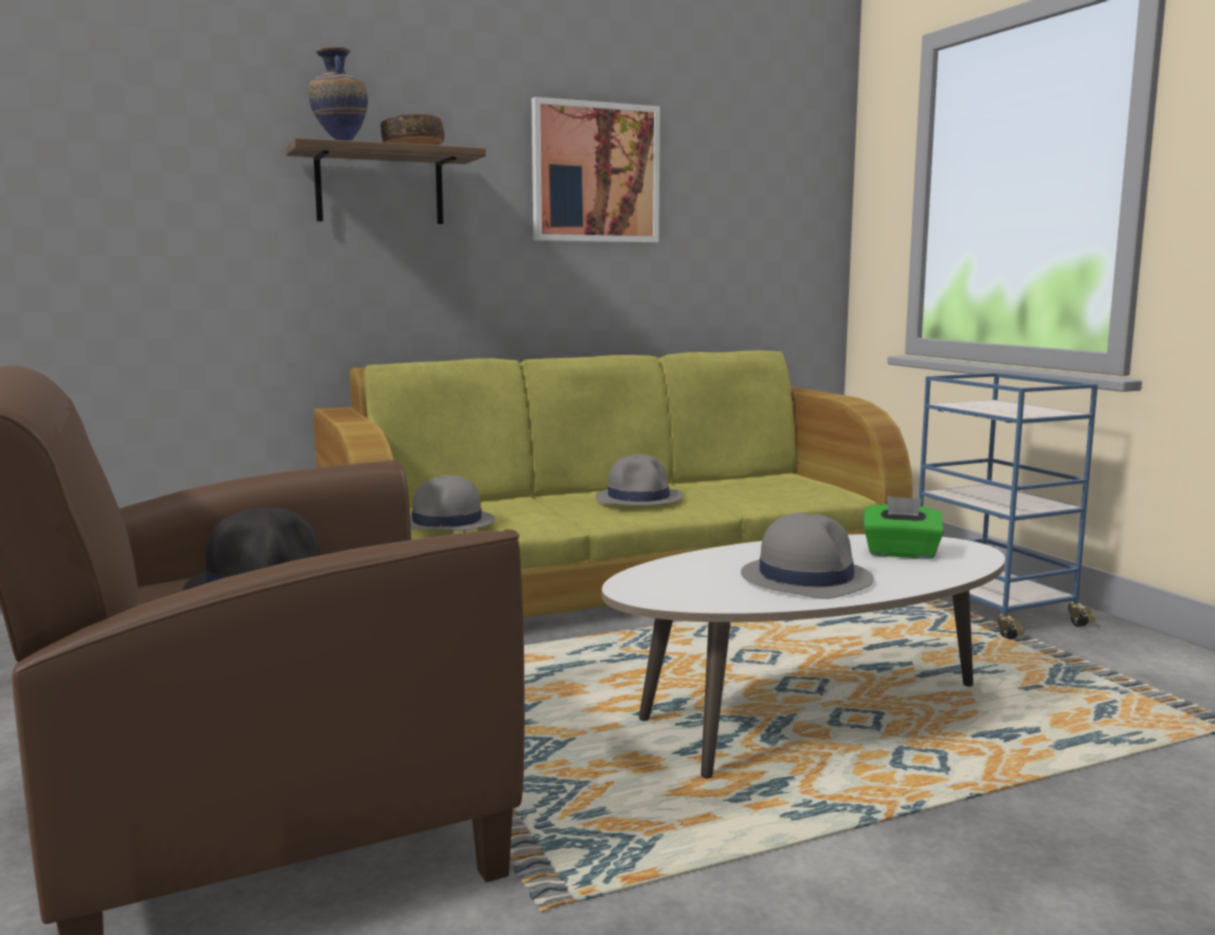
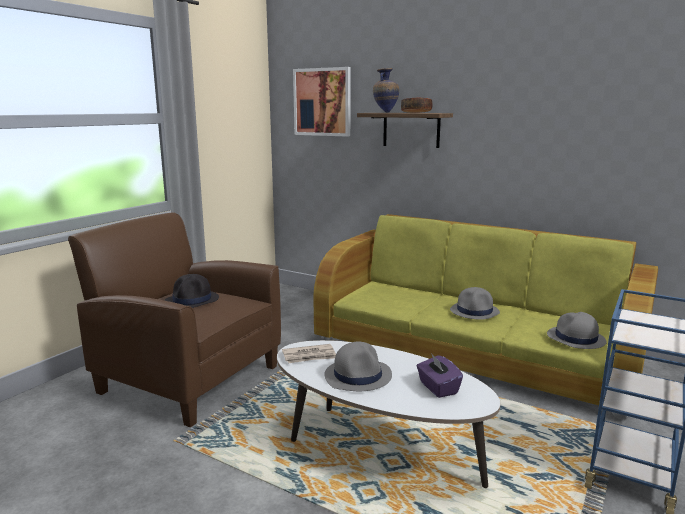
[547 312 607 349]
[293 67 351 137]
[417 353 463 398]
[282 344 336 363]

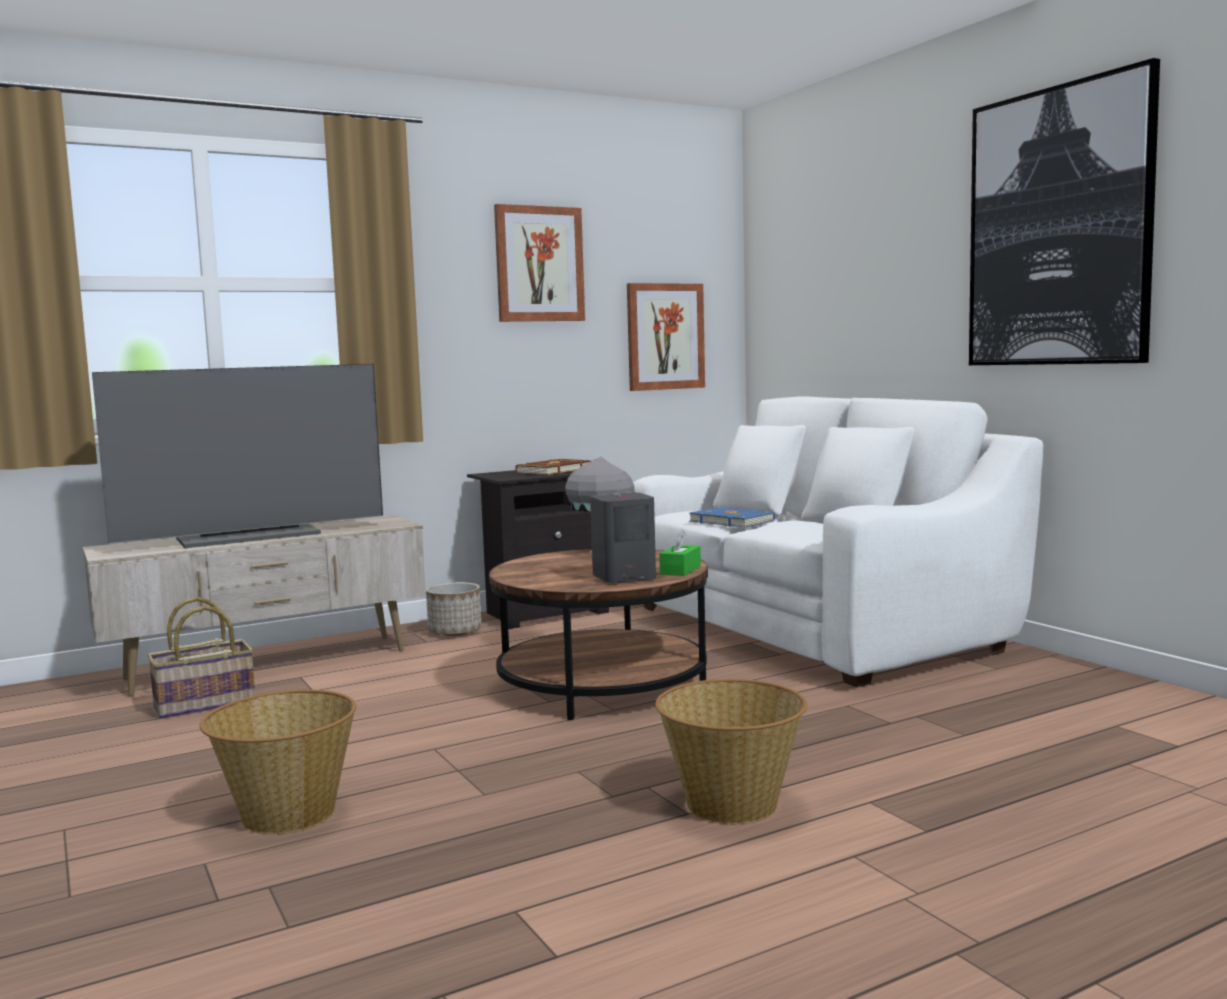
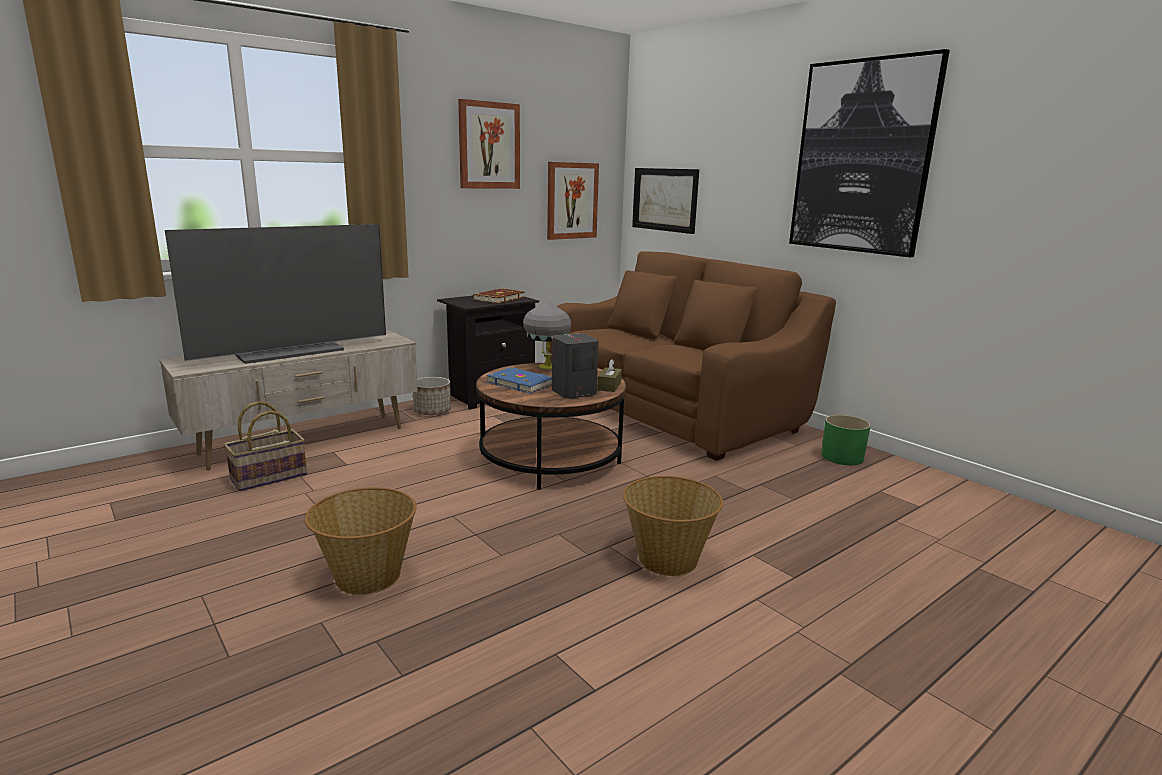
[549 251 836 461]
[597 359 622 392]
[486 367 552 394]
[632 168 699 234]
[821 415 871 465]

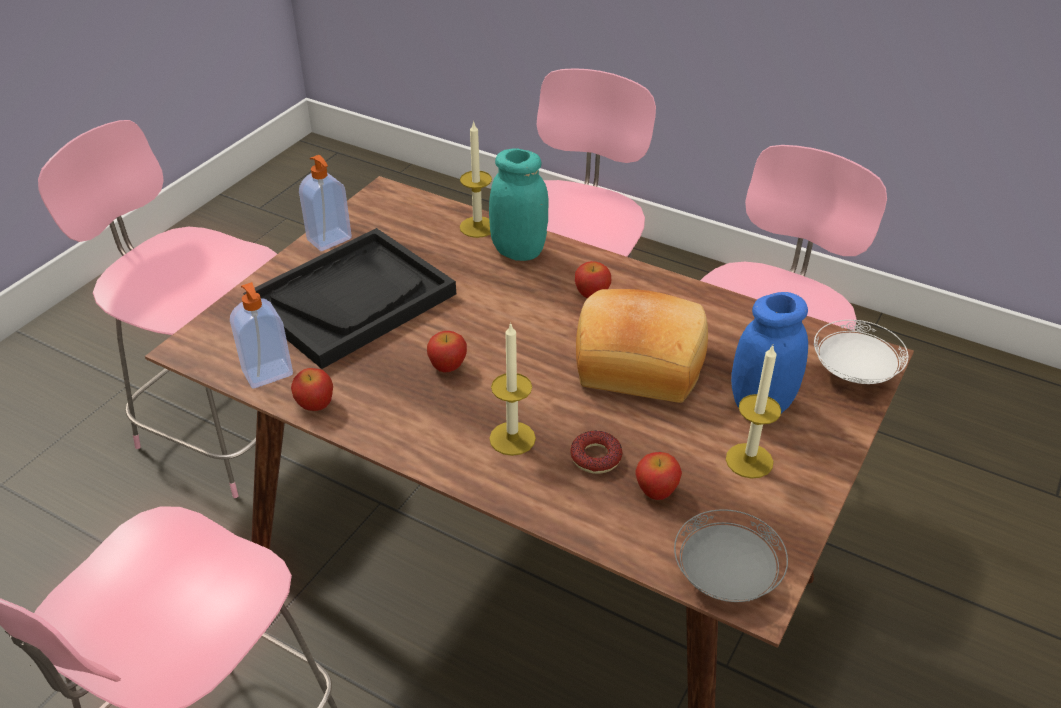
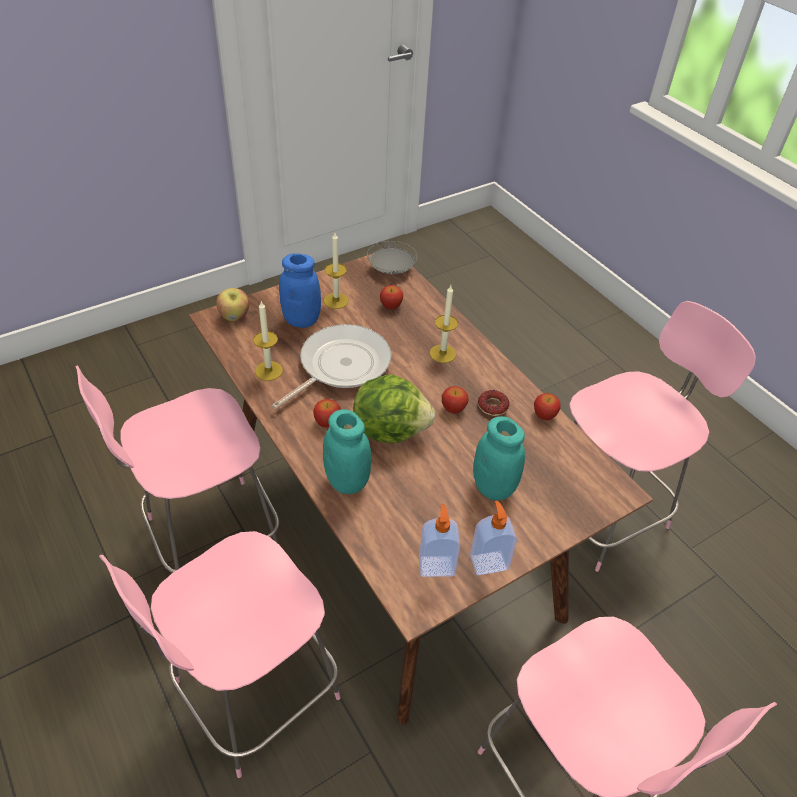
[419 504 460 577]
[473 416 525 500]
[253 301 283 381]
[478 390 509 416]
[272 324 391 409]
[216 288 249 321]
[353 374 435 443]

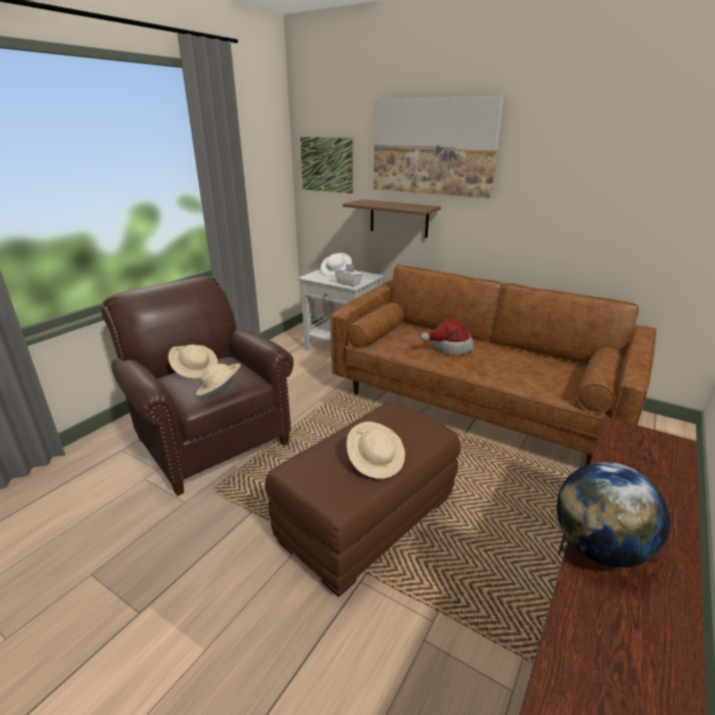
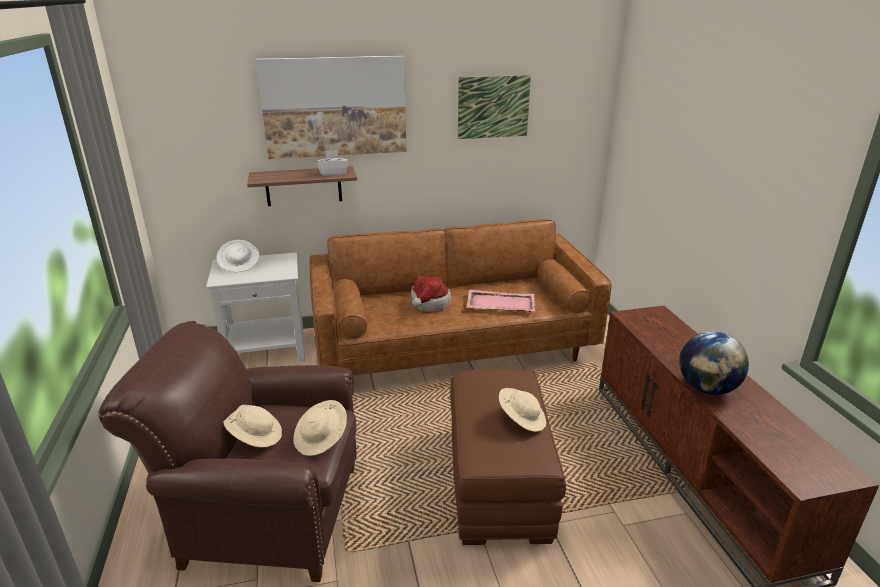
[458 75 531 139]
[317 150 348 176]
[466 290 535 312]

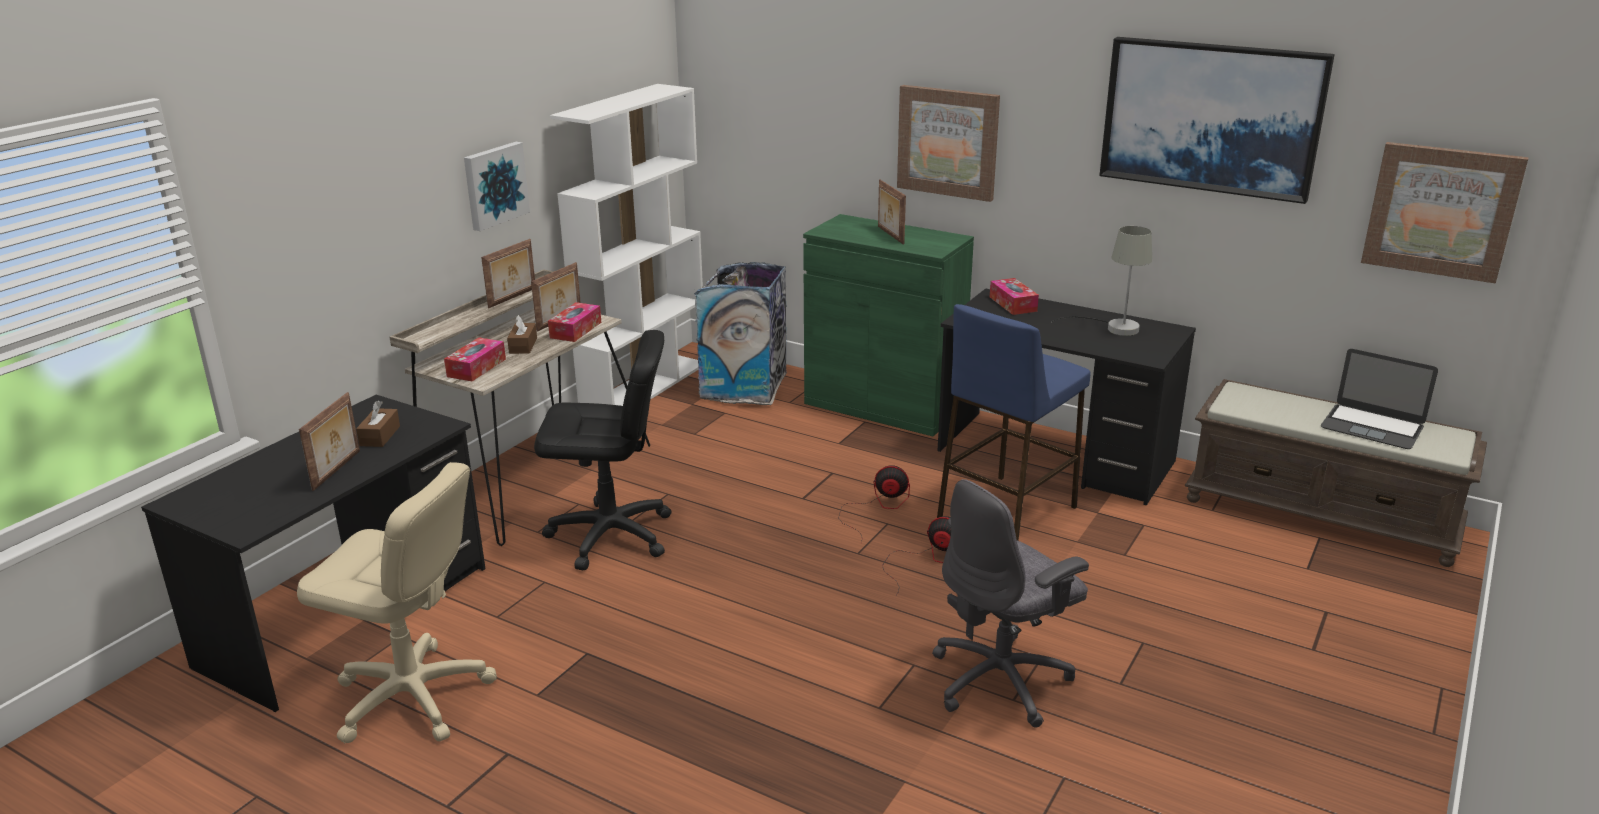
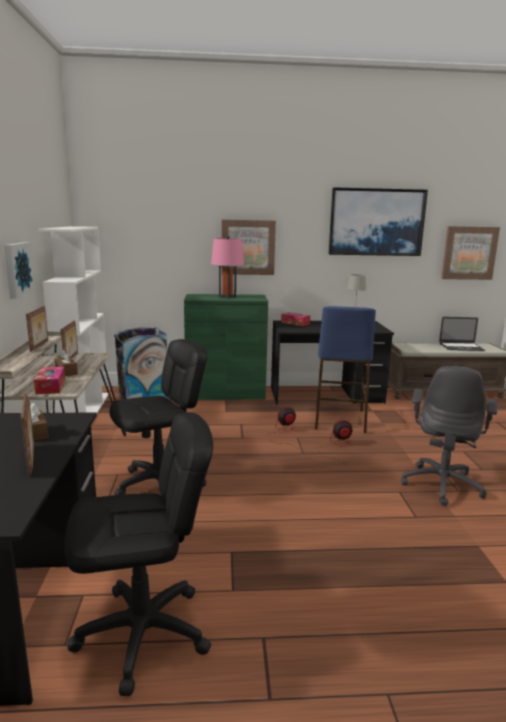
[65 412 213 696]
[548 302 601 342] (first image)
[211 235 244 299]

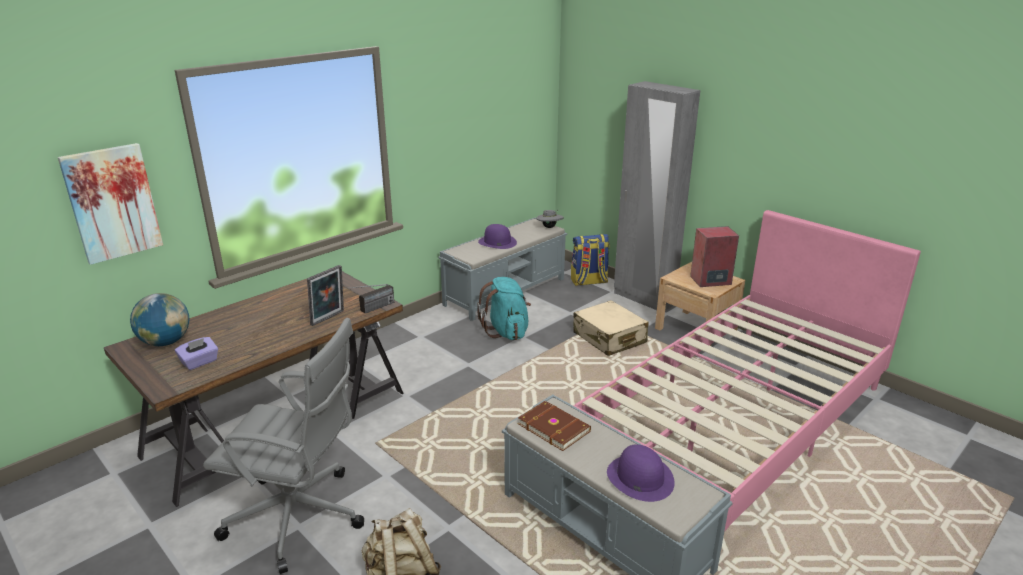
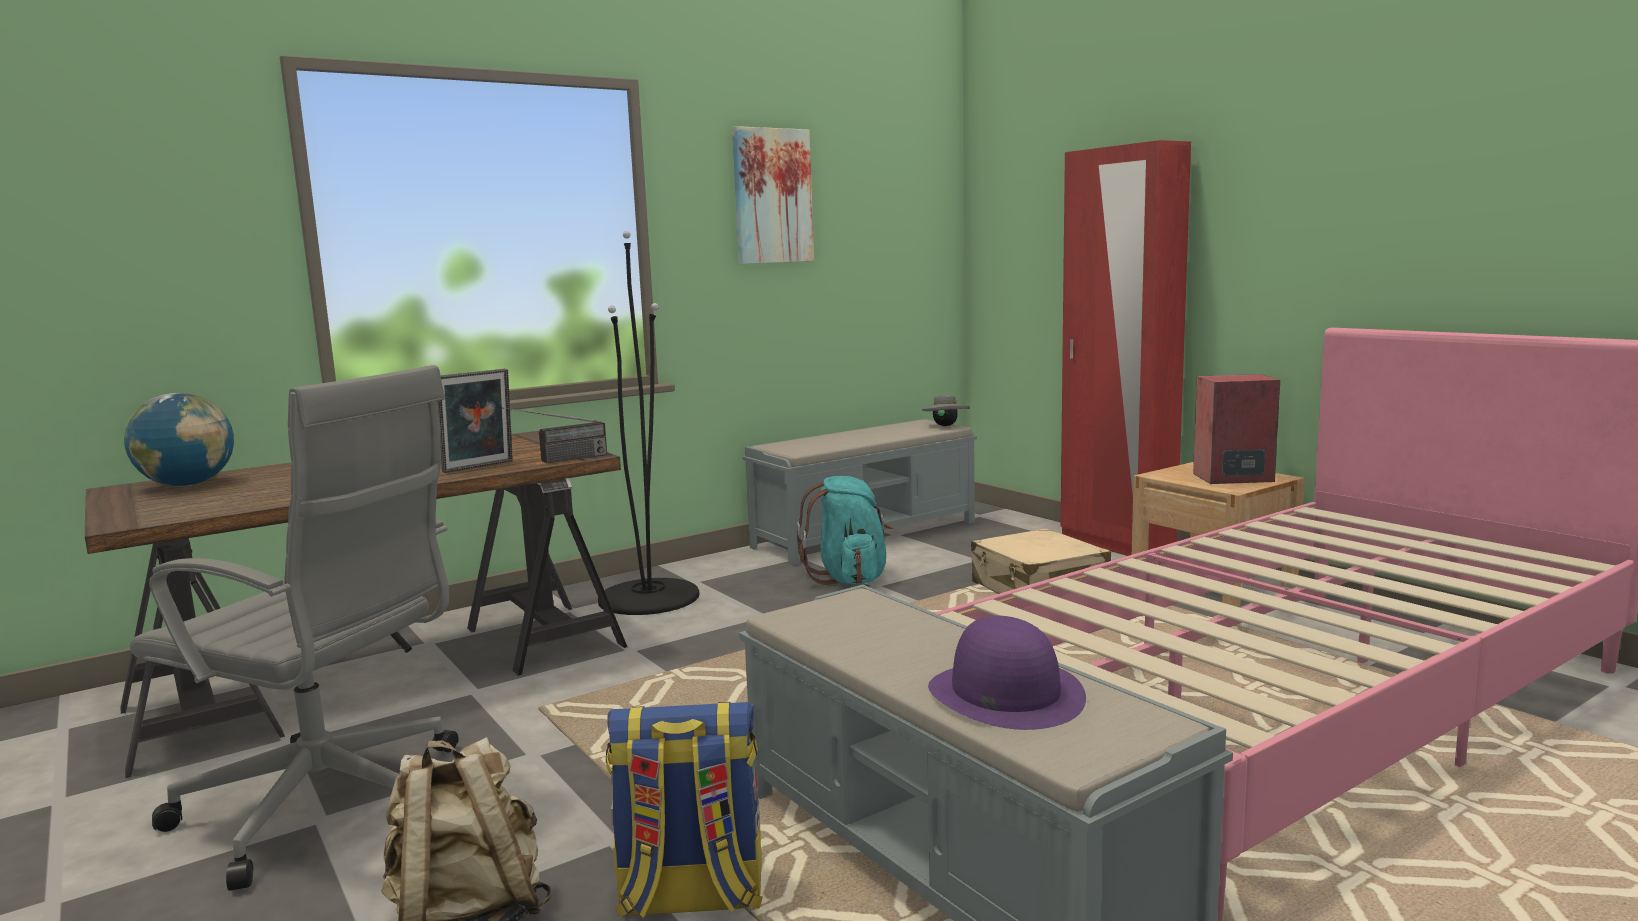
[732 126 814 264]
[175 337 218 370] (first image)
[478 224 517 249] (first image)
[518 401 591 451] (first image)
[606 702 763 918]
[1061 140 1191 556]
[598 231 699 615]

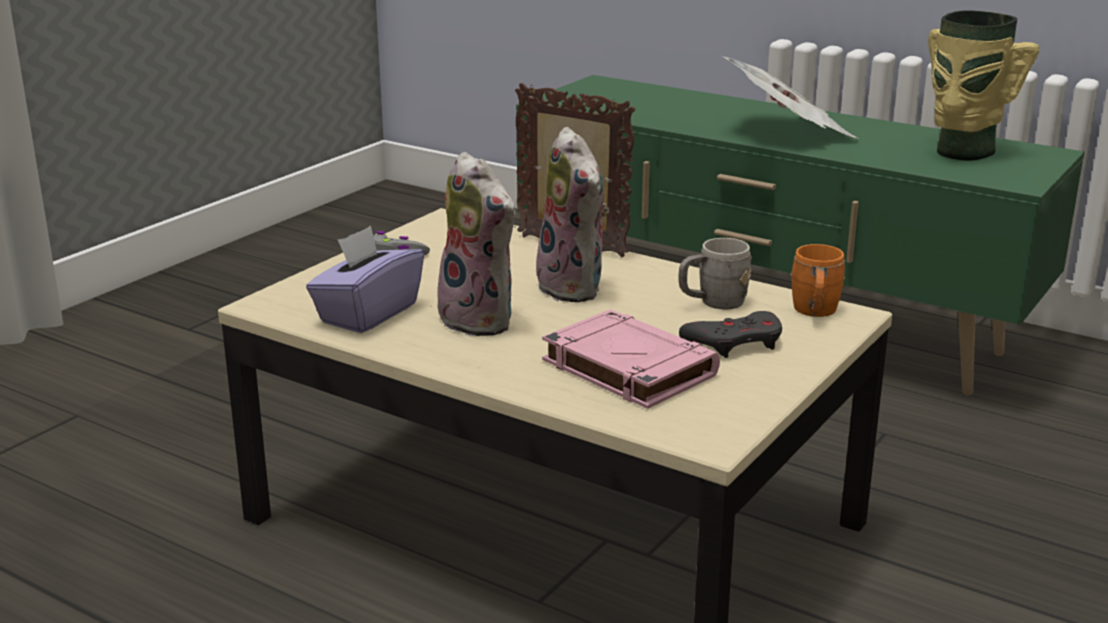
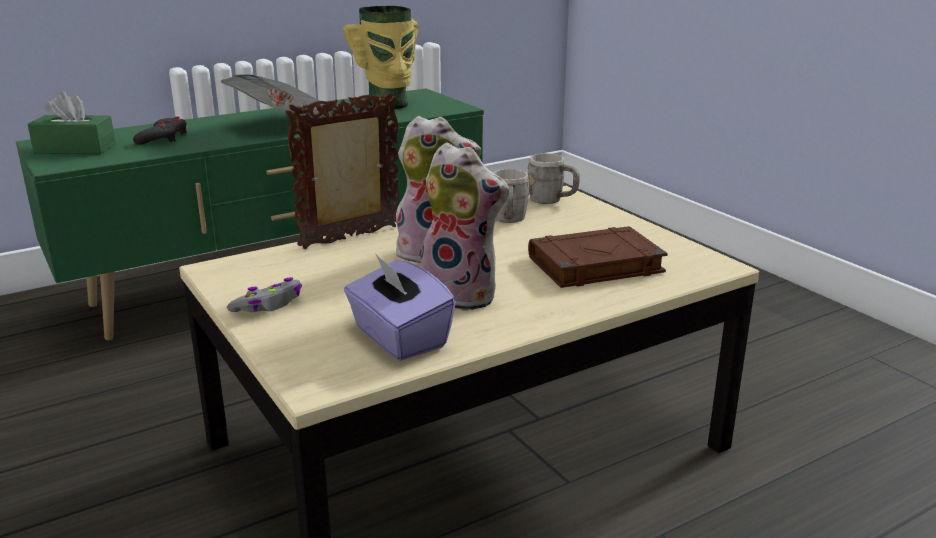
[421 142 509 311]
[528 226 668 288]
[133 117 187 145]
[528 153 580 204]
[27 91 116 154]

